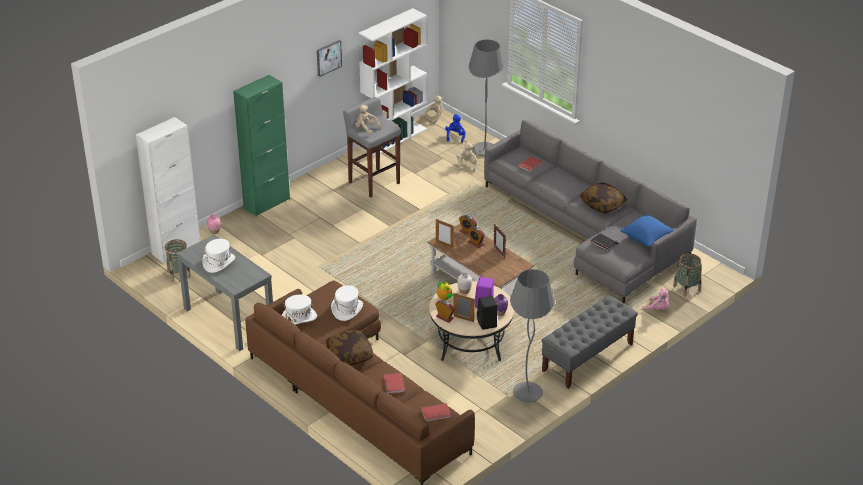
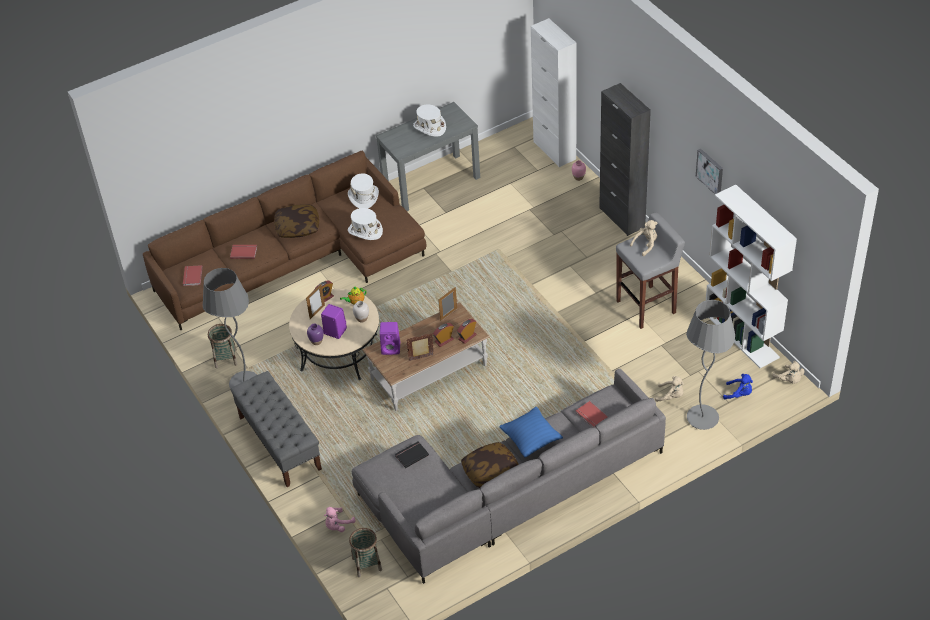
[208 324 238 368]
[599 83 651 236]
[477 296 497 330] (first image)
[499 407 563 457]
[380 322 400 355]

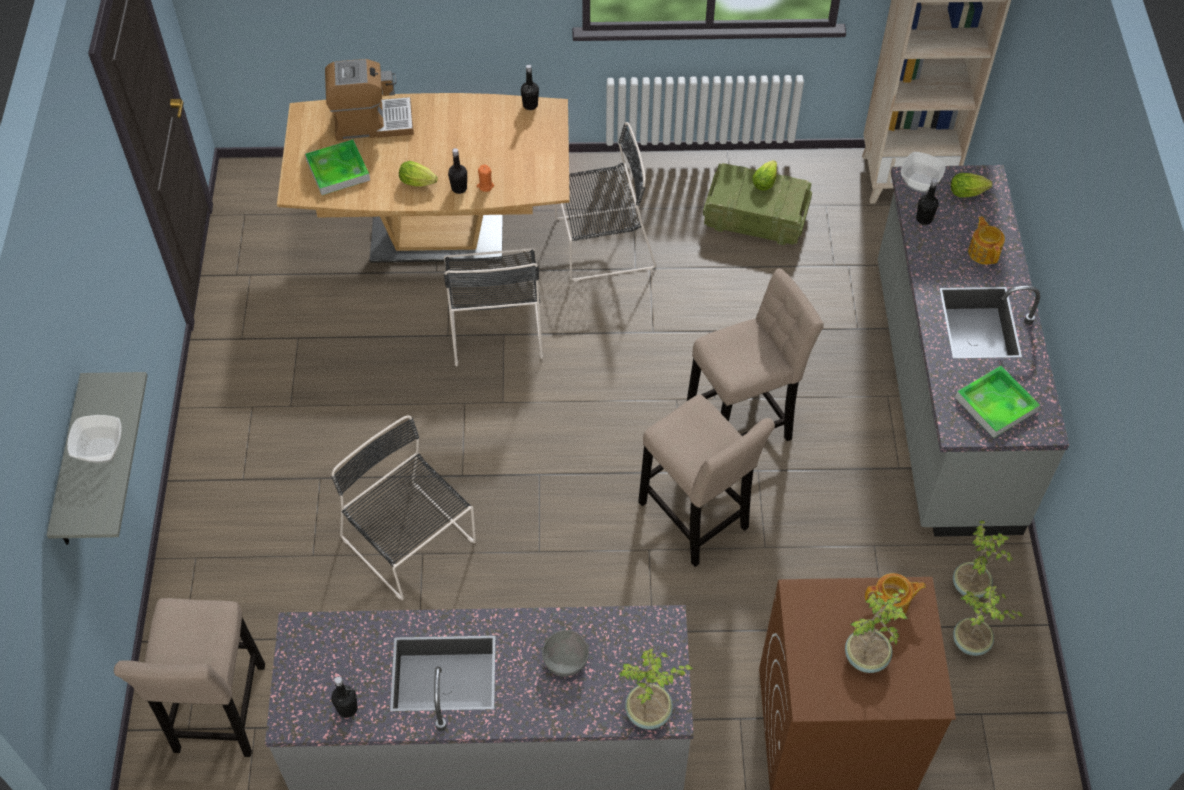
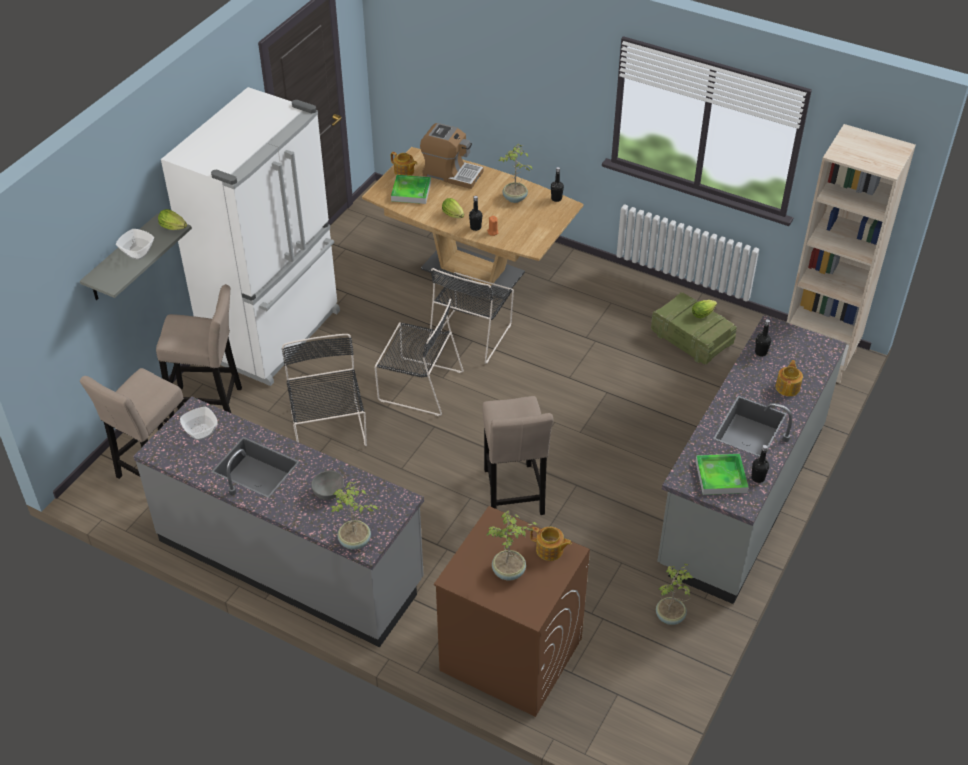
[751 445 769 483]
[375 299 463 416]
[156 284 242 418]
[180 407 218 440]
[158 209 187 230]
[499 144 532 203]
[161 87 340 386]
[391 152 417 176]

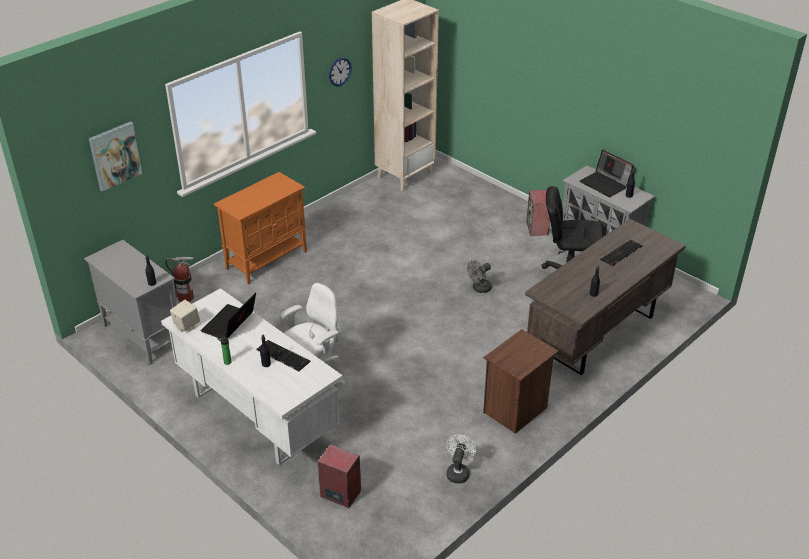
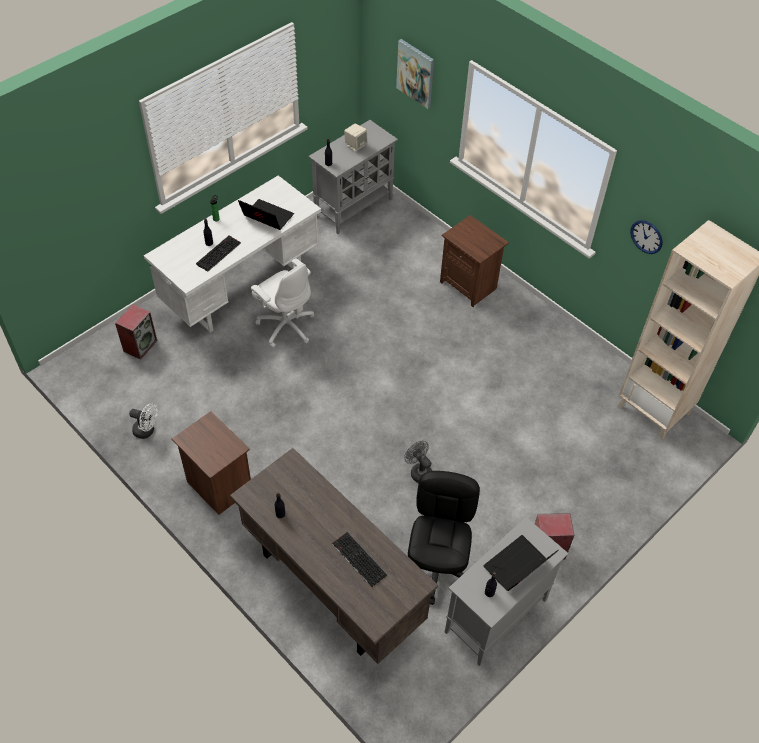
[165 257 194 302] (first image)
[344 124 368 152]
[440 215 509 308]

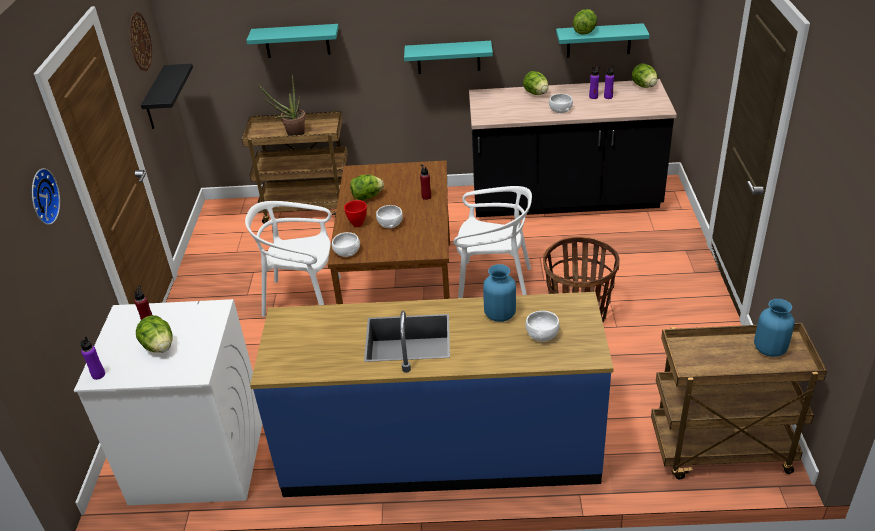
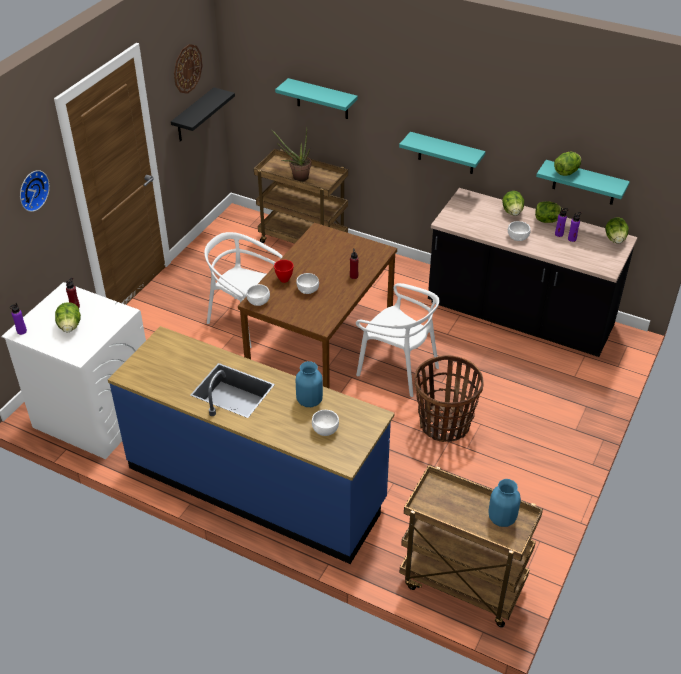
[535 201 563 223]

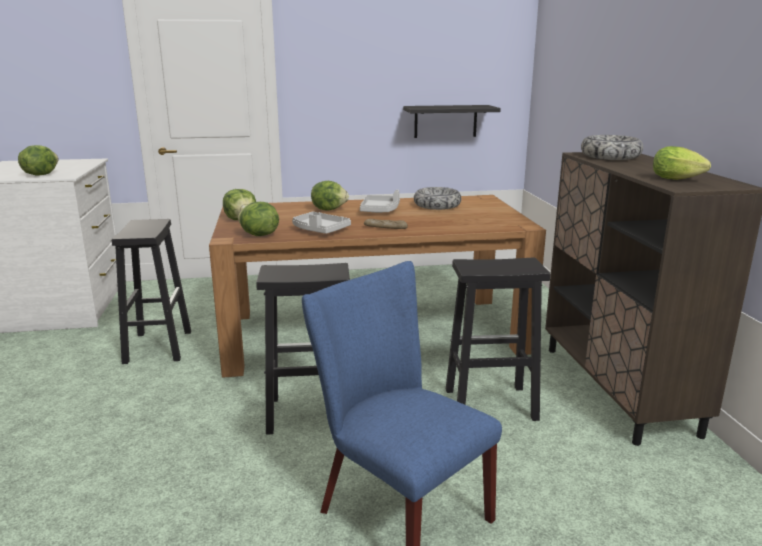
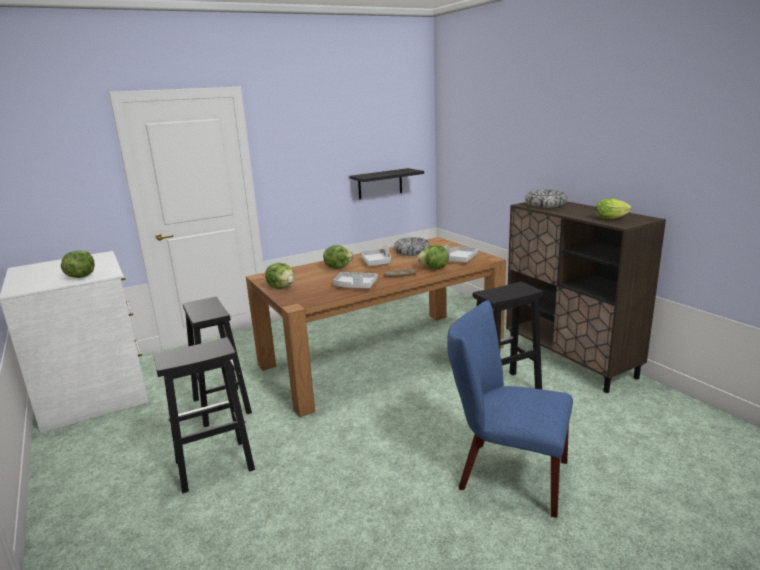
[417 245 449 270]
[153 337 255 493]
[444 245 478 263]

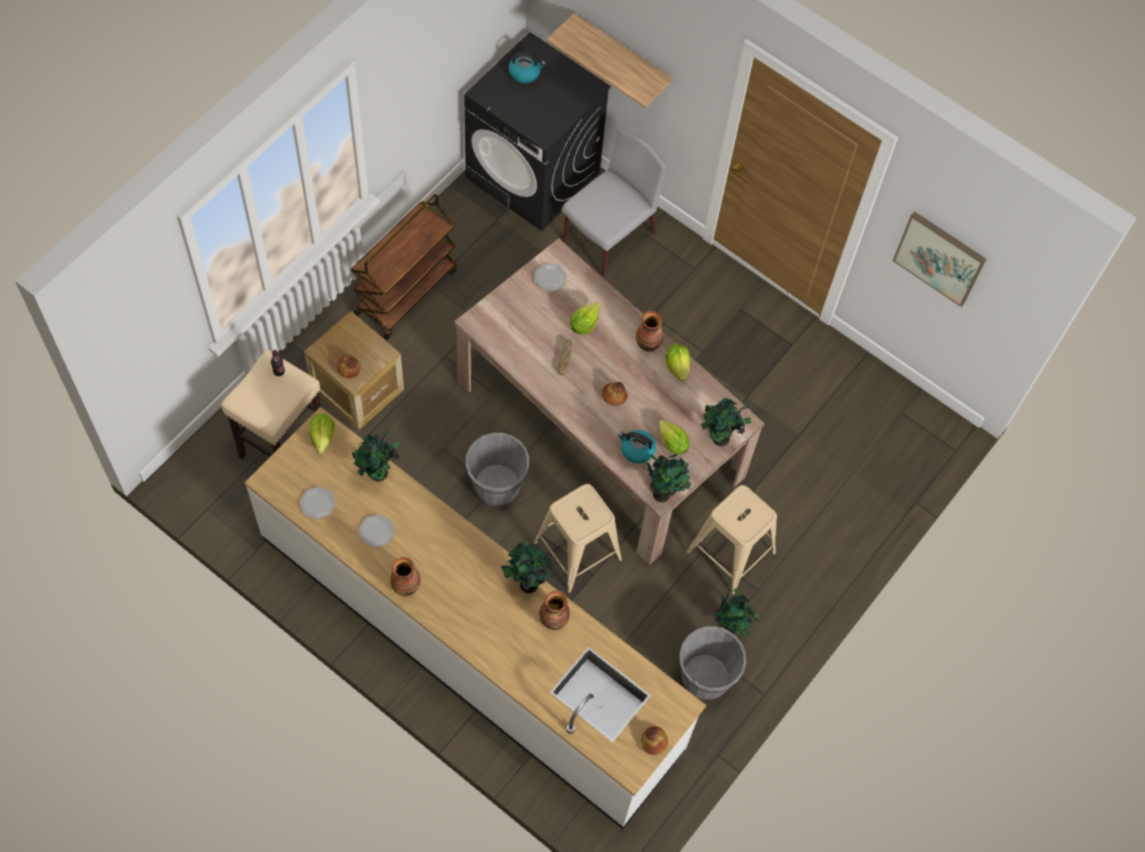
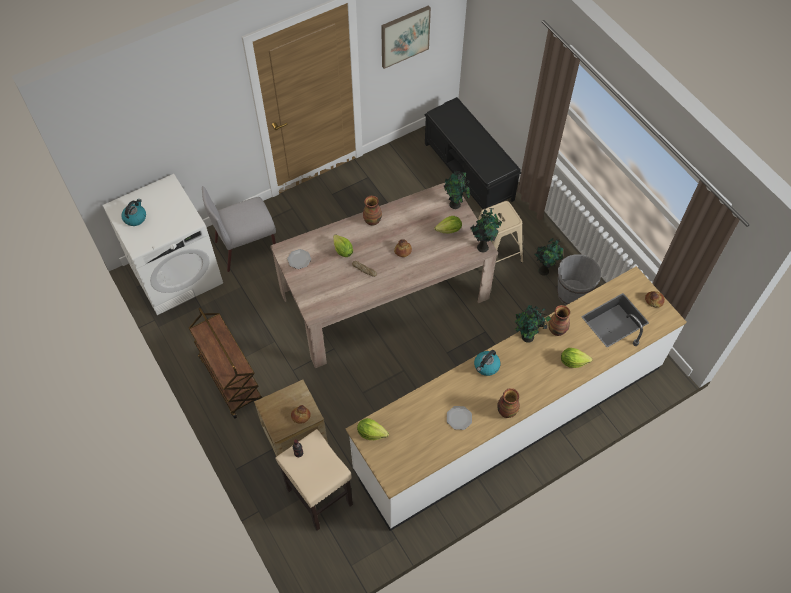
[300 486 336 520] (first image)
[352 430 400 481] (first image)
[103 174 223 315]
[466 433 529 507] (first image)
[533 484 622 593] (first image)
[547 13 673 108] (first image)
[202 186 276 272]
[474 350 500 376]
[561 348 592 368]
[425 97 521 209]

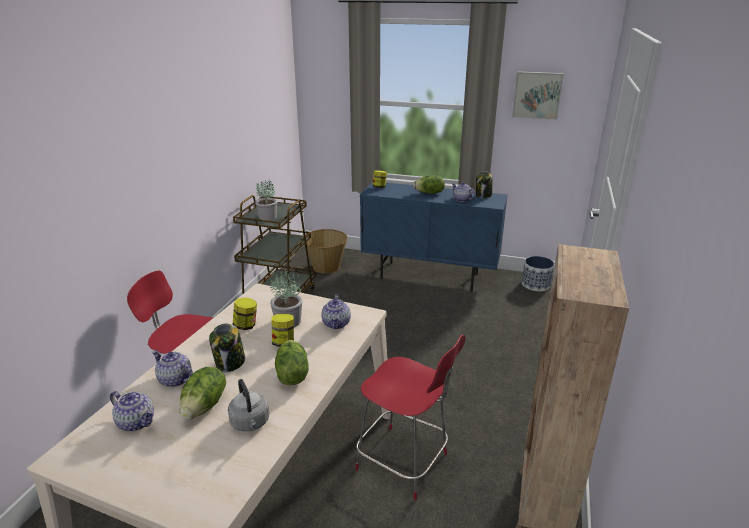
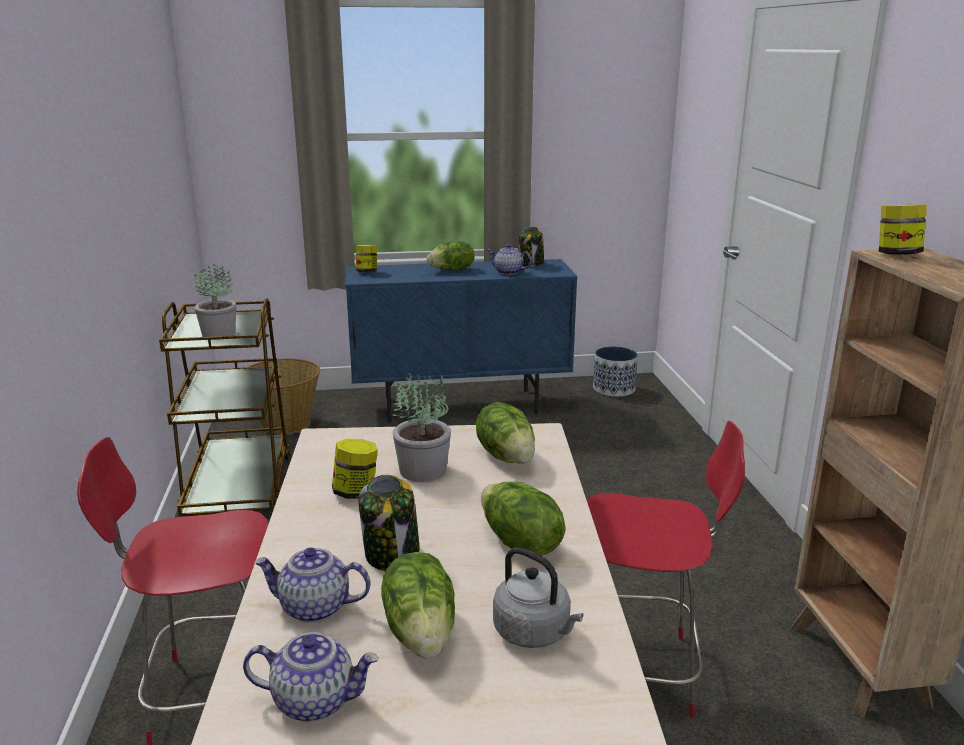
[879 205 927 255]
[476 402 535 464]
[512 71 564 120] (first image)

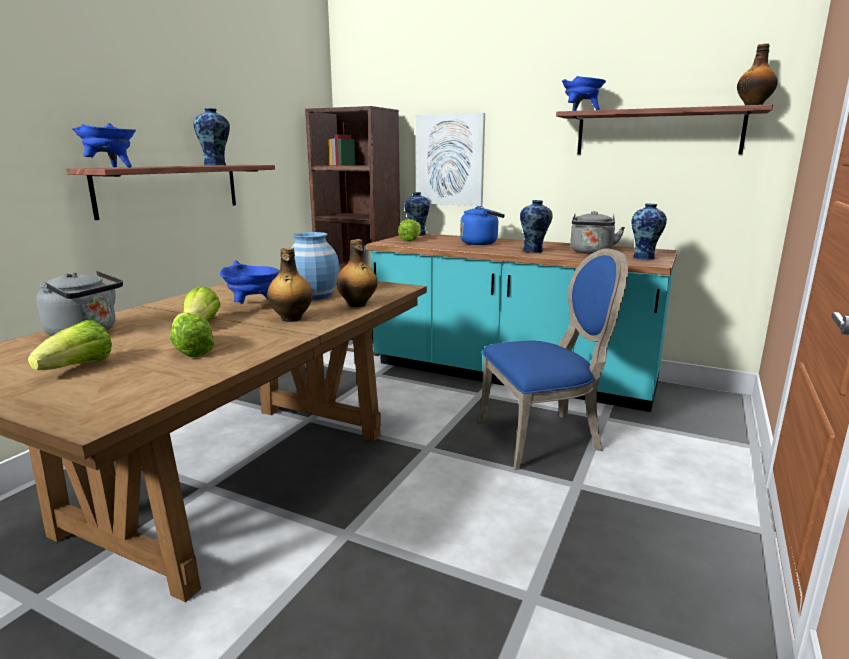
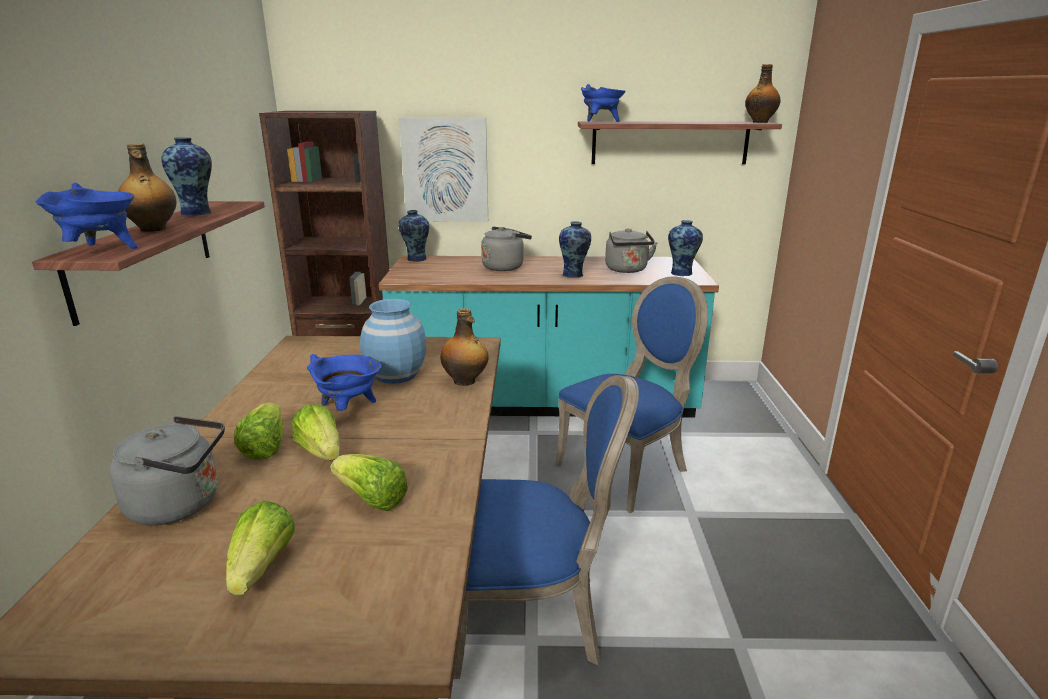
[118 144 176 232]
[234 402 283 460]
[481 227 532 271]
[453 375 639 679]

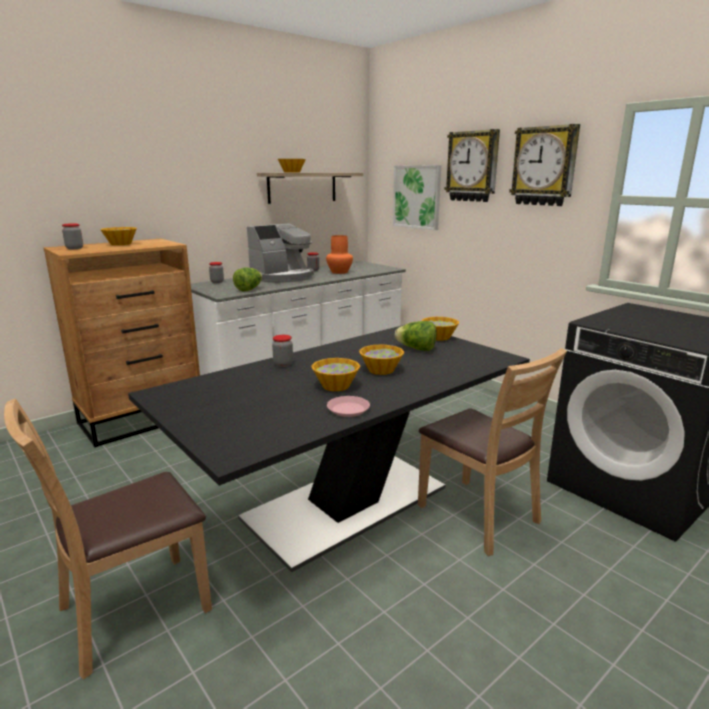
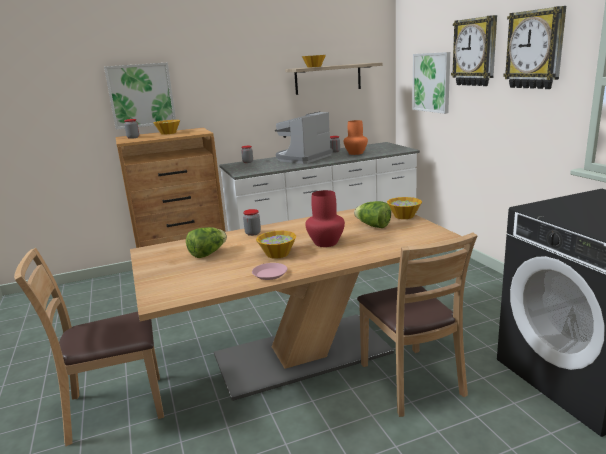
[130 203 465 401]
[186 227 227 258]
[275 111 333 164]
[305 190 345 247]
[104 62 176 130]

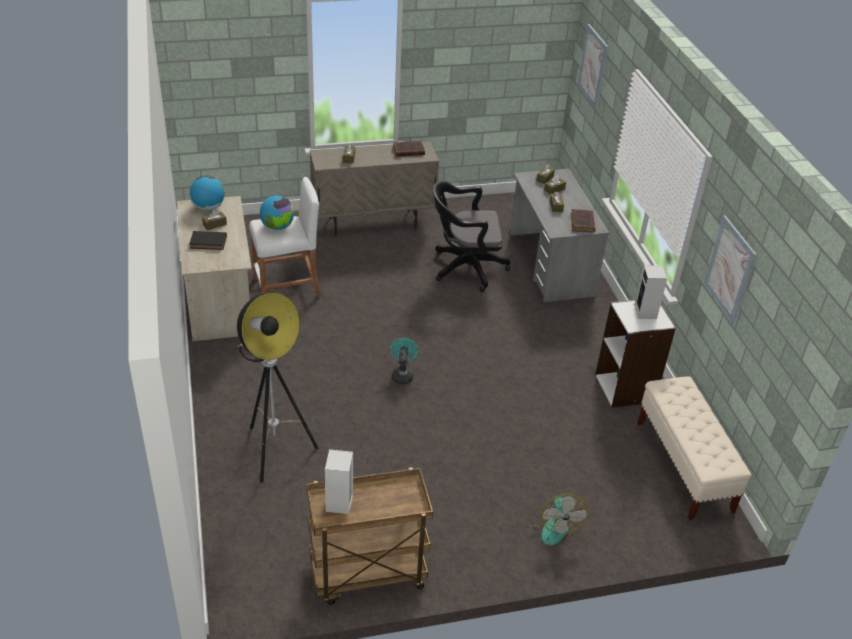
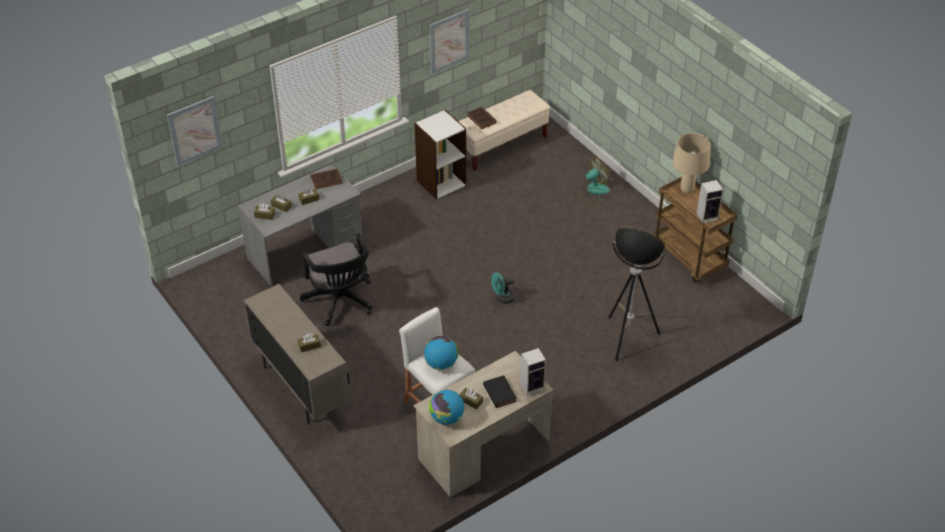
[467 107 497 129]
[520 348 546 396]
[672 133 710 193]

